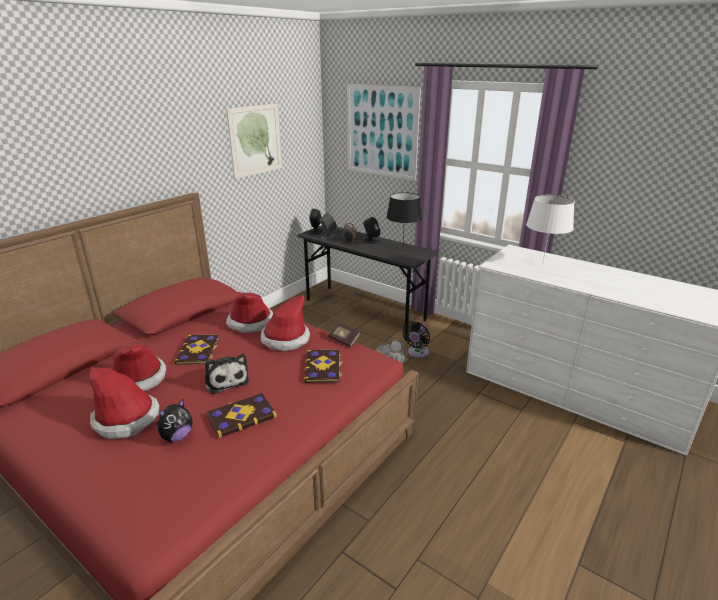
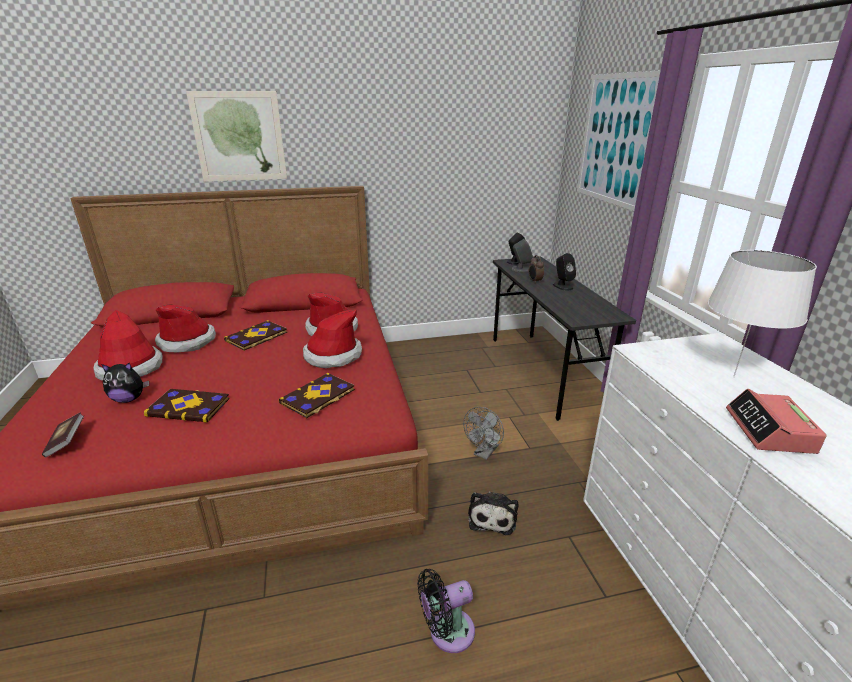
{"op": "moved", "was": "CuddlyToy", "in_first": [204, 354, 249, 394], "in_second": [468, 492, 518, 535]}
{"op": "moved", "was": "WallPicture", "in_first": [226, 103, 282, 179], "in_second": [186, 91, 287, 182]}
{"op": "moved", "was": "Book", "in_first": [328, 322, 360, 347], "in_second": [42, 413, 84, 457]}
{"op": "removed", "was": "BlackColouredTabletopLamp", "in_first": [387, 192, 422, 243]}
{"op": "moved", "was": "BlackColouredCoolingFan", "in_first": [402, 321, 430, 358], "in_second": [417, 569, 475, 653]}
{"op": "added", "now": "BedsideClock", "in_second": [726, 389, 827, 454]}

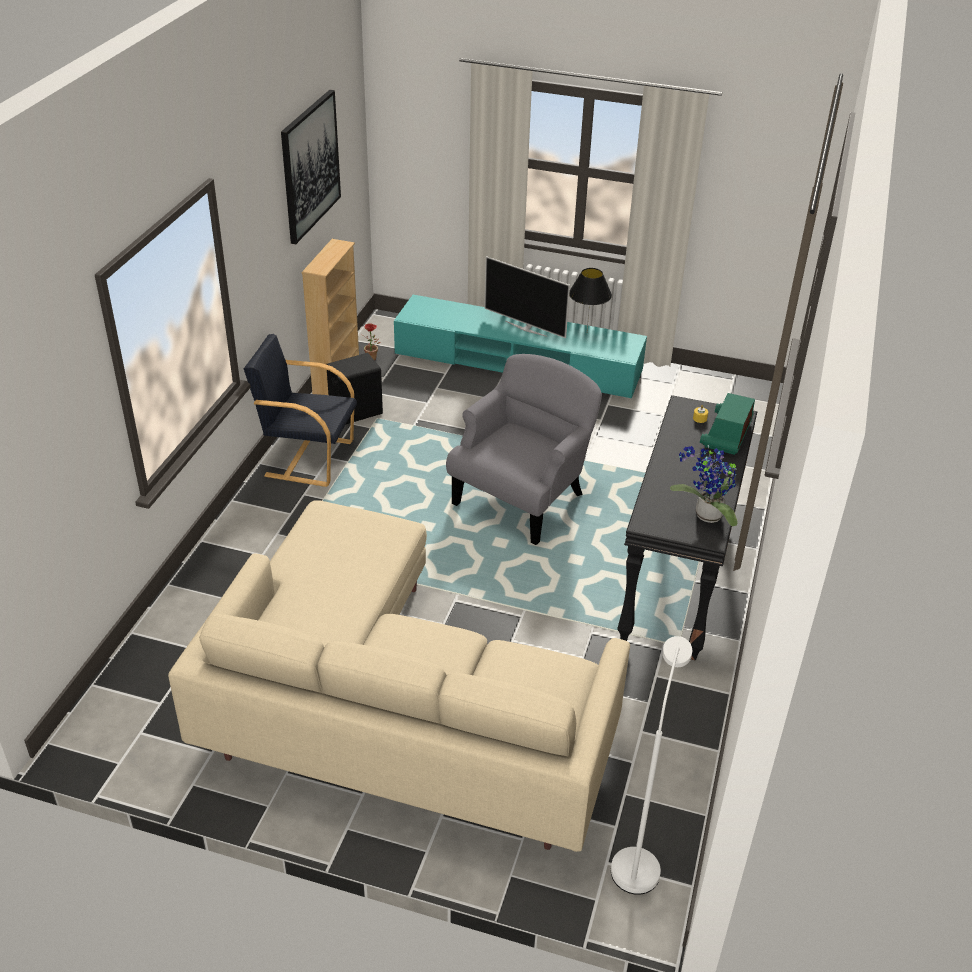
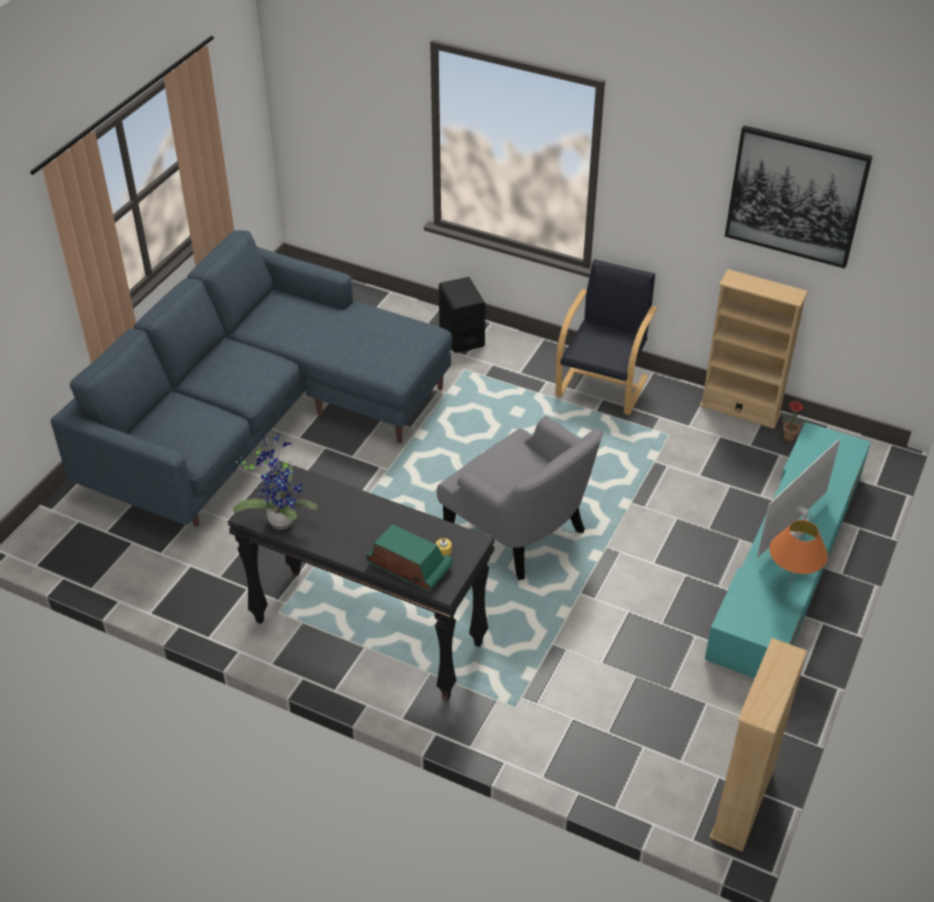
{"op": "recoloured", "was": "BeigeCouch", "now": "BluishCouch", "in_first": [168, 500, 630, 852], "in_second": [51, 230, 452, 527]}
{"op": "moved", "was": "BlackColouredSpeaker", "in_first": [326, 353, 383, 425], "in_second": [439, 277, 486, 353]}
{"op": "recoloured", "was": "BlackColouredTabletopLamp", "now": "OrangeyTabletopLamp", "in_first": [569, 268, 612, 329], "in_second": [770, 520, 828, 592]}
{"op": "removed", "was": "WhiteColouredStandardLamp", "in_first": [611, 636, 692, 895]}
{"op": "added", "now": "BeigeBookcase", "in_second": [709, 638, 807, 852]}

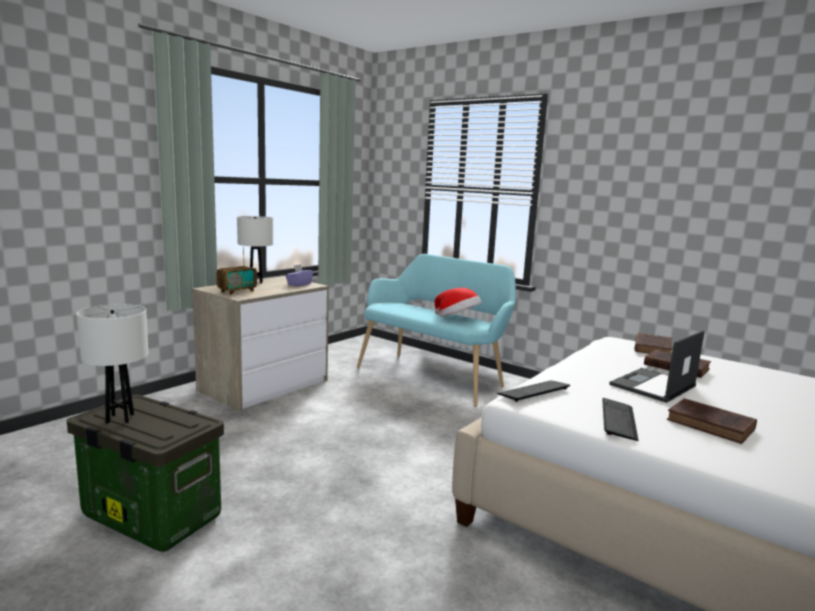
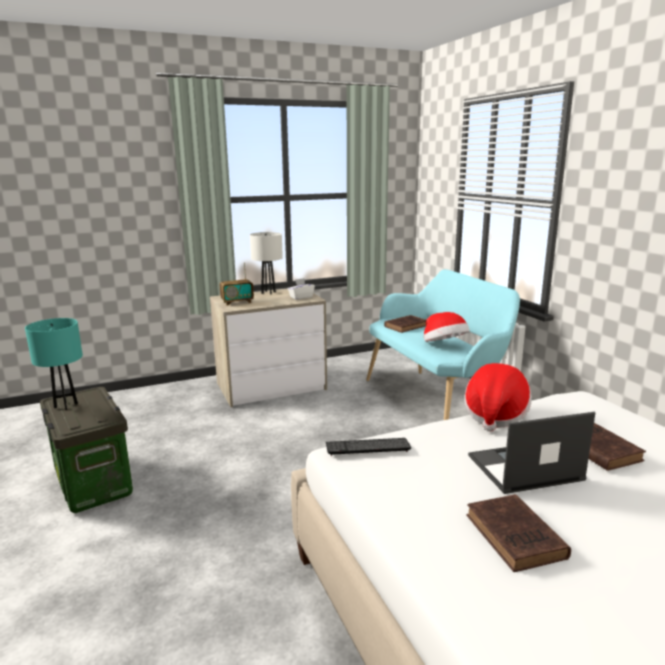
{"op": "recoloured", "was": "WhiteColouredTabletopLamp", "now": "TurquoiseTabletopLamp", "in_first": [76, 304, 148, 424], "in_second": [25, 318, 83, 410]}
{"op": "recoloured", "was": "PurpleBoxOfTissues", "now": "WhiteColouredBoxOfTissues", "in_first": [285, 264, 313, 286], "in_second": [288, 278, 315, 300]}
{"op": "removed", "was": "ComputerKeyboard", "in_first": [602, 398, 639, 441]}
{"op": "moved", "was": "BrownishBook", "in_first": [635, 333, 673, 354], "in_second": [384, 315, 426, 333]}
{"op": "added", "now": "ClothingHat", "in_second": [464, 363, 532, 432]}

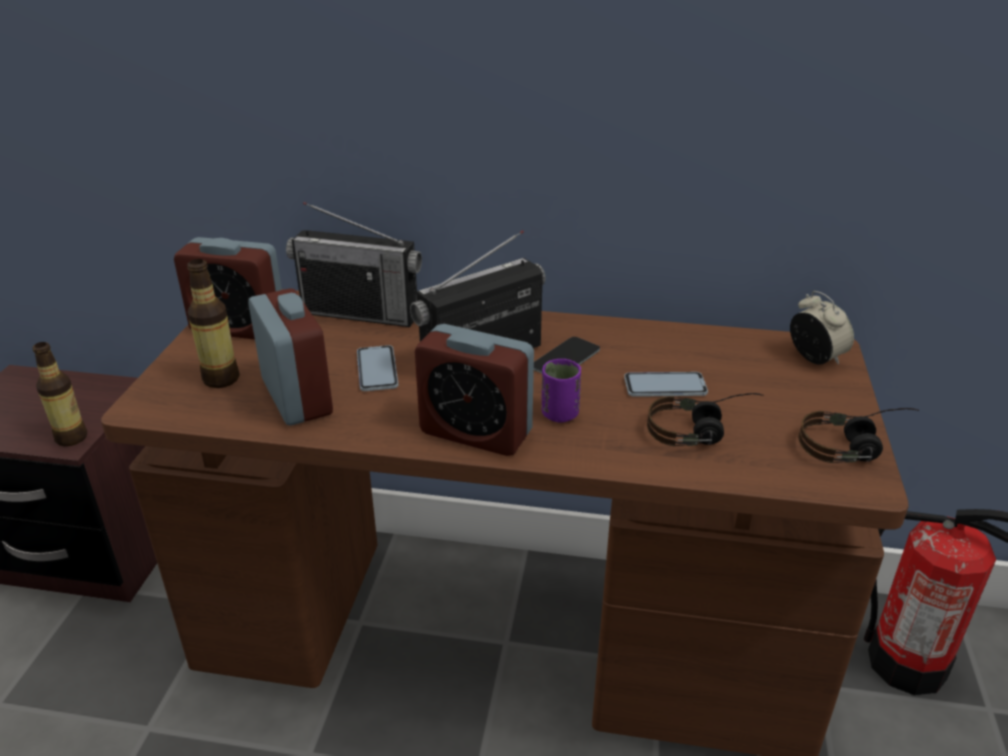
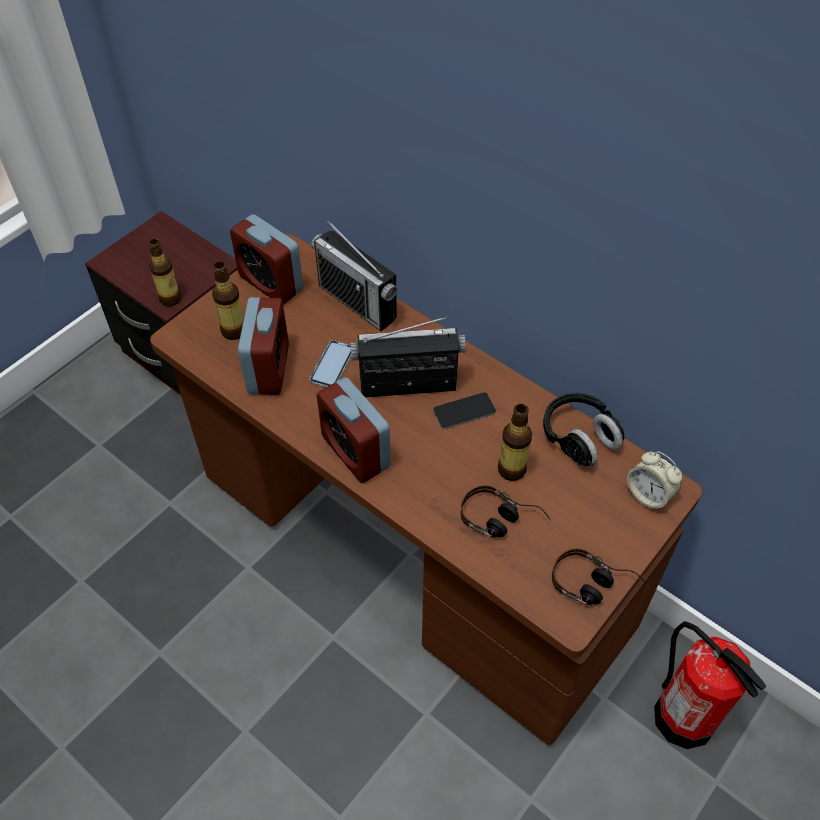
{"op": "removed", "was": "PurpleCup", "in_first": [542, 359, 581, 423]}
{"op": "replaced", "was": "Telephone", "now": "DrinkBottle", "in_first": [624, 372, 708, 397], "in_second": [498, 404, 532, 481]}
{"op": "turned", "was": "BedsideClock", "in_first": [790, 291, 854, 365], "in_second": [627, 451, 682, 511], "clockwise": 135}
{"op": "added", "now": "BlackColouredHeadset", "in_second": [543, 393, 625, 466]}

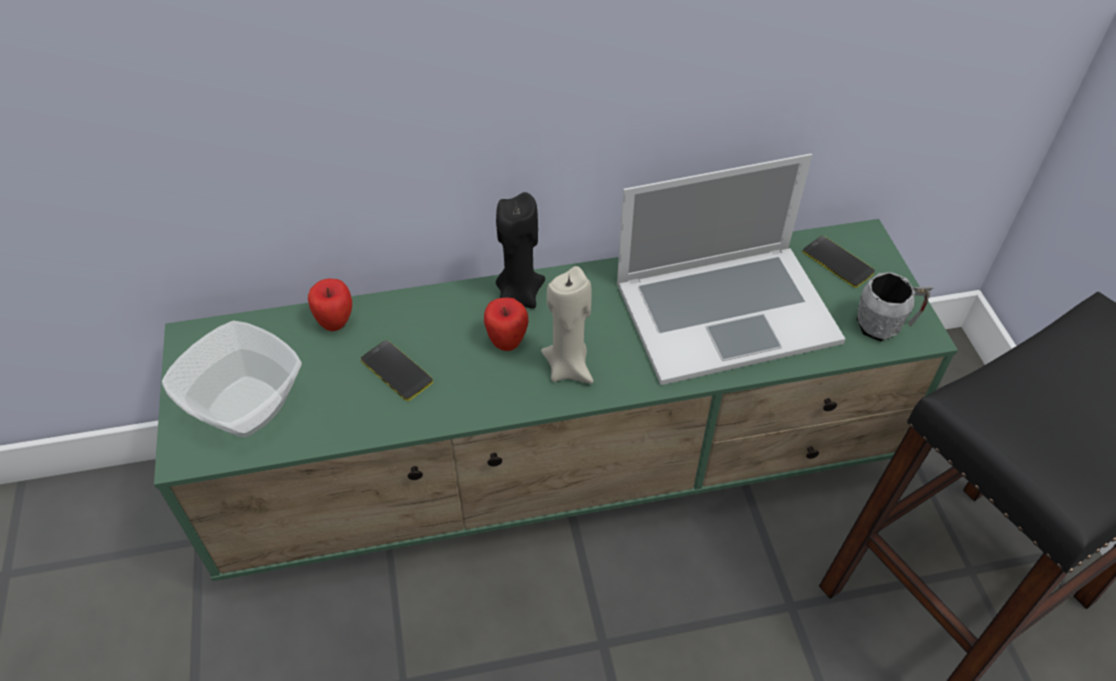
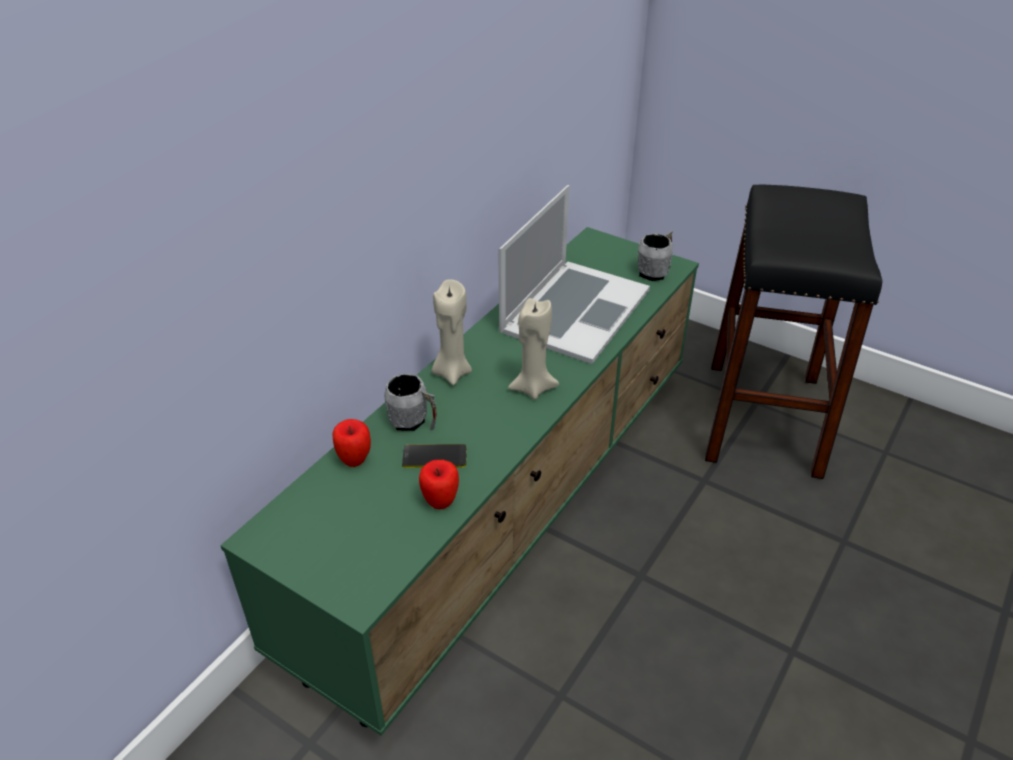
{"op": "removed", "was": "DeepDish", "in_first": [162, 321, 302, 437]}
{"op": "moved", "was": "WholeApple", "in_first": [484, 297, 528, 351], "in_second": [419, 460, 459, 509]}
{"op": "recoloured", "was": "BlackColouredCandle", "now": "BeigeCandle", "in_first": [496, 192, 545, 309], "in_second": [432, 279, 472, 385]}
{"op": "removed", "was": "Telephone", "in_first": [803, 236, 875, 288]}
{"op": "added", "now": "GreyTeaMug", "in_second": [384, 373, 436, 431]}

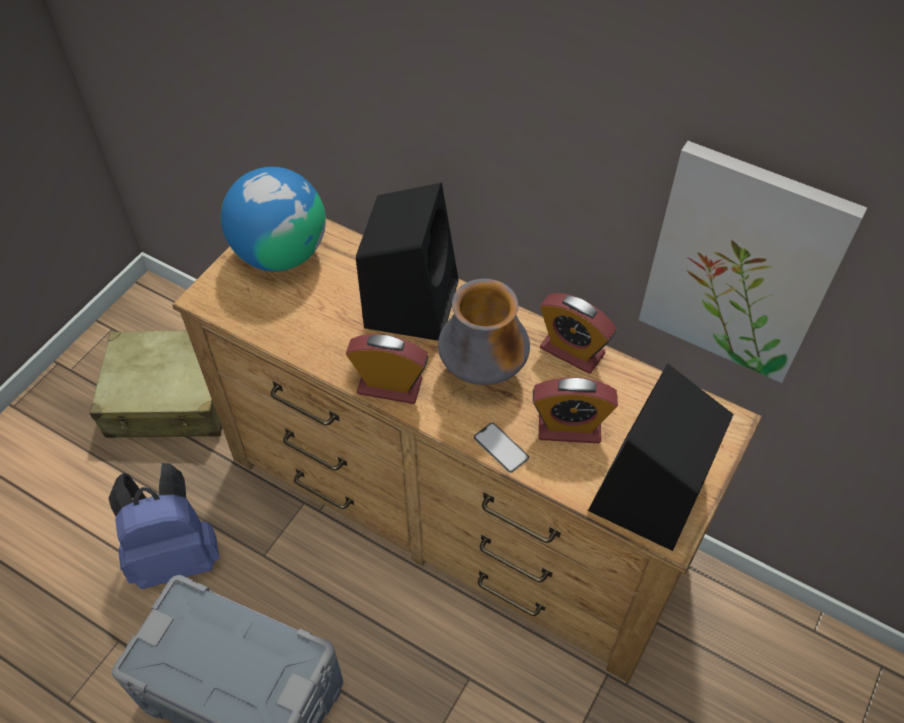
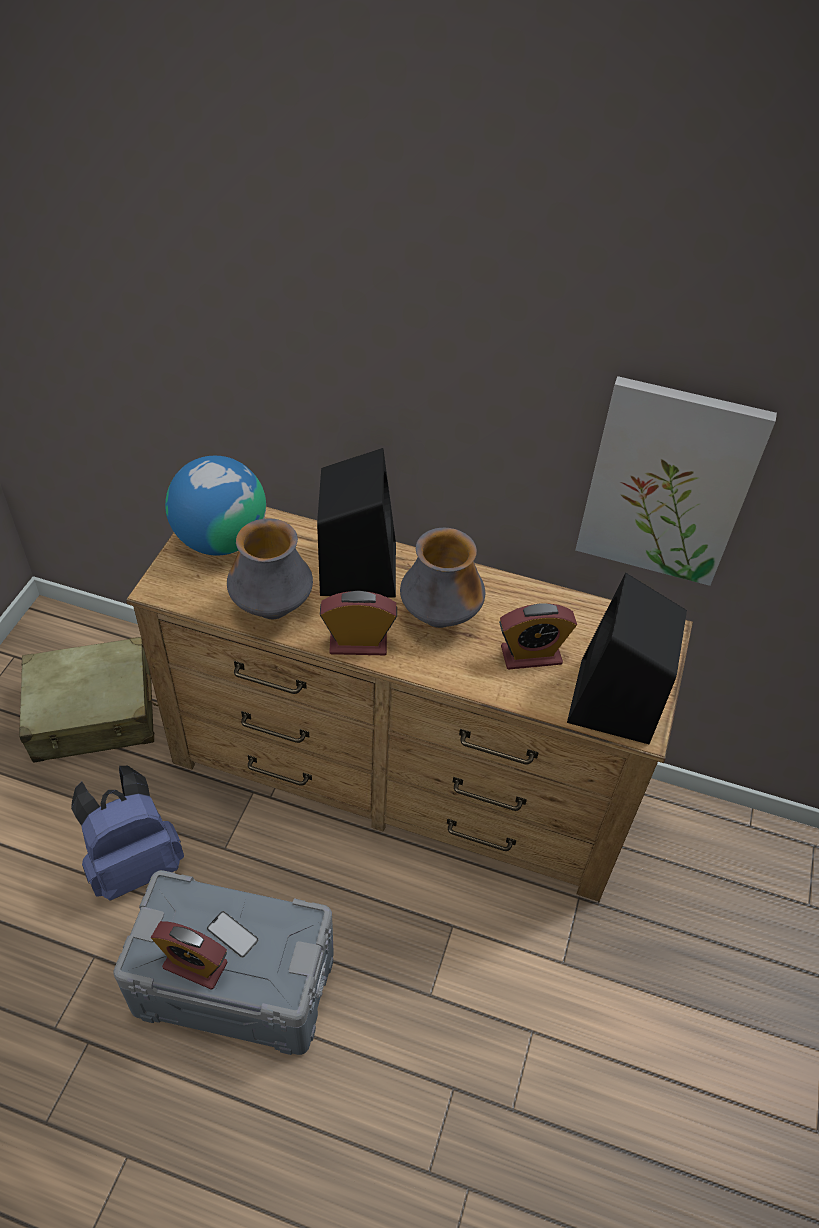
{"op": "moved", "was": "Telephone", "in_first": [474, 422, 529, 473], "in_second": [207, 911, 258, 958]}
{"op": "moved", "was": "BedsideClock", "in_first": [540, 293, 617, 374], "in_second": [151, 921, 228, 990]}
{"op": "added", "now": "FlowerVase", "in_second": [227, 518, 313, 619]}

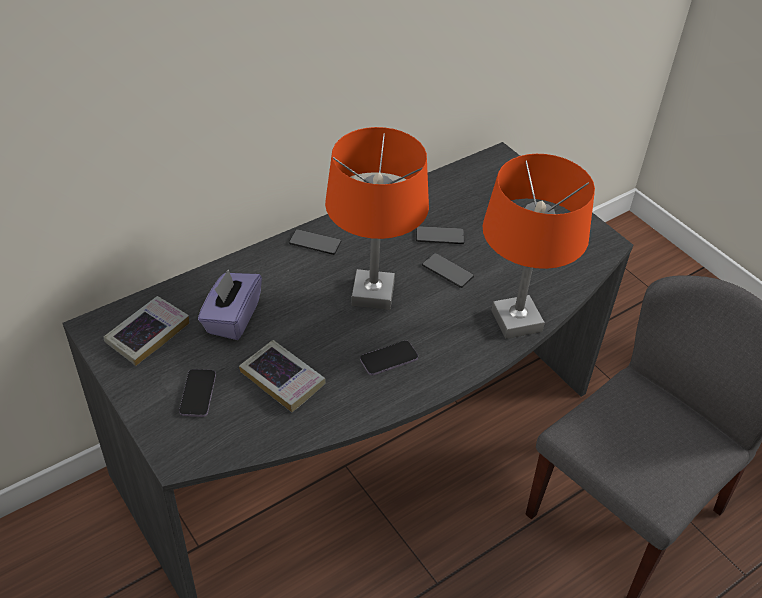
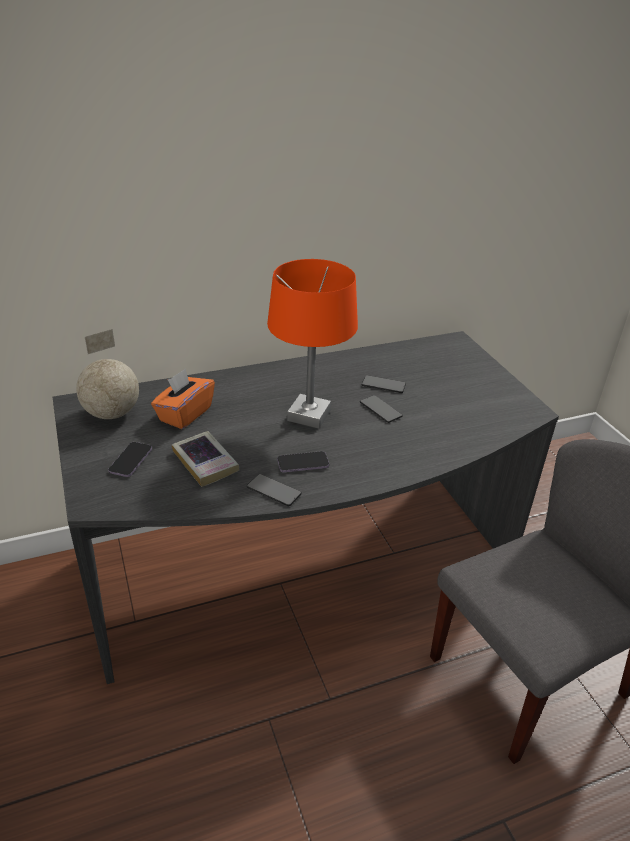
{"op": "replaced", "was": "Book", "now": "DeskGlobe", "in_first": [103, 296, 189, 366], "in_second": [76, 329, 139, 419]}
{"op": "recoloured", "was": "PurpleBoxOfTissues", "now": "OrangeyBoxOfTissues", "in_first": [198, 270, 262, 340], "in_second": [151, 368, 215, 429]}
{"op": "moved", "was": "Telephone", "in_first": [289, 229, 341, 255], "in_second": [247, 474, 302, 507]}
{"op": "removed", "was": "OrangeyTabletopLamp", "in_first": [483, 154, 595, 339]}

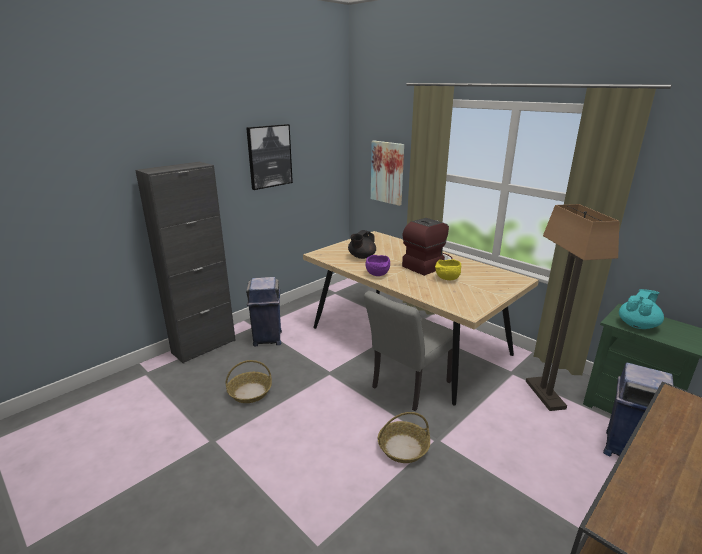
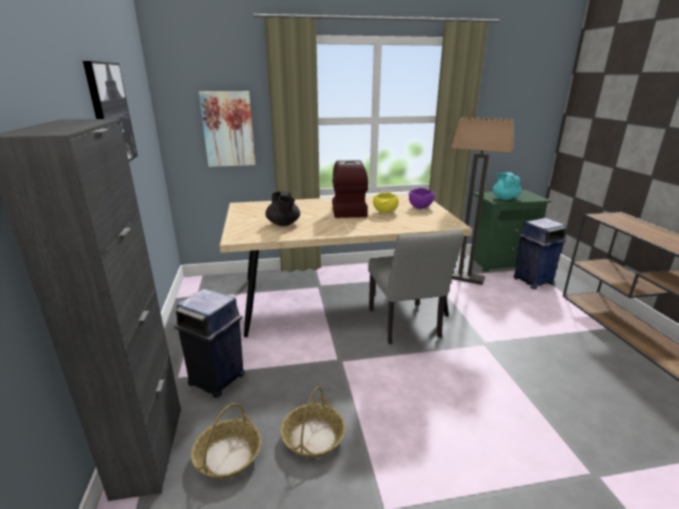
{"op": "moved", "was": "PurpleDeepDish", "in_first": [365, 255, 390, 276], "in_second": [408, 188, 435, 209]}
{"op": "moved", "was": "StorageBasket", "in_first": [378, 412, 430, 463], "in_second": [191, 403, 261, 479]}

